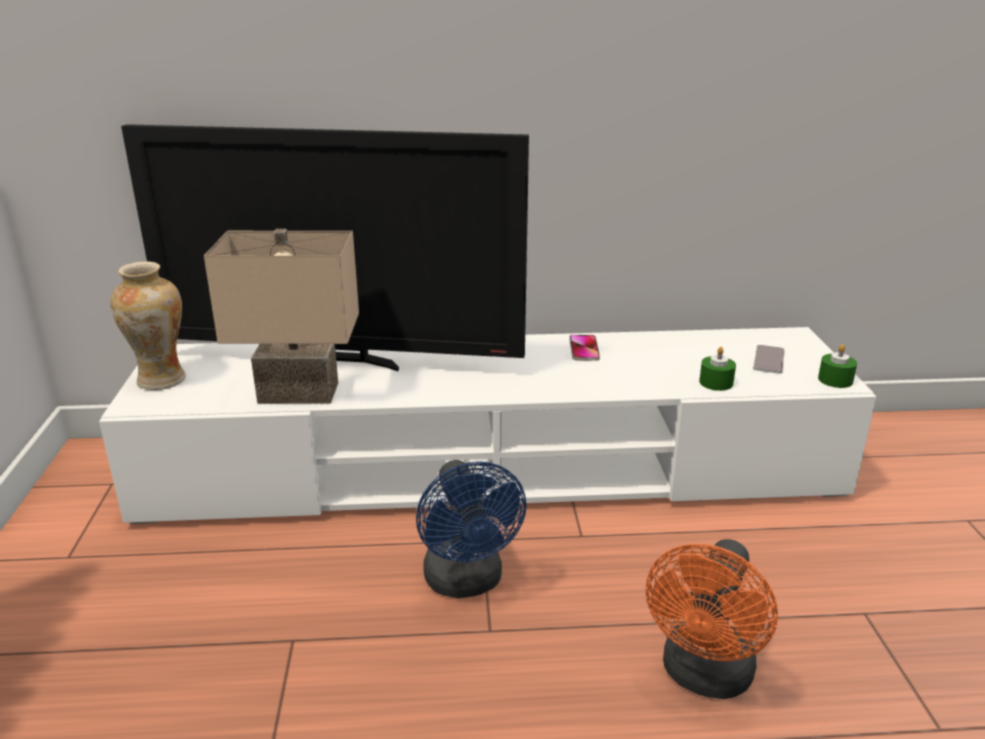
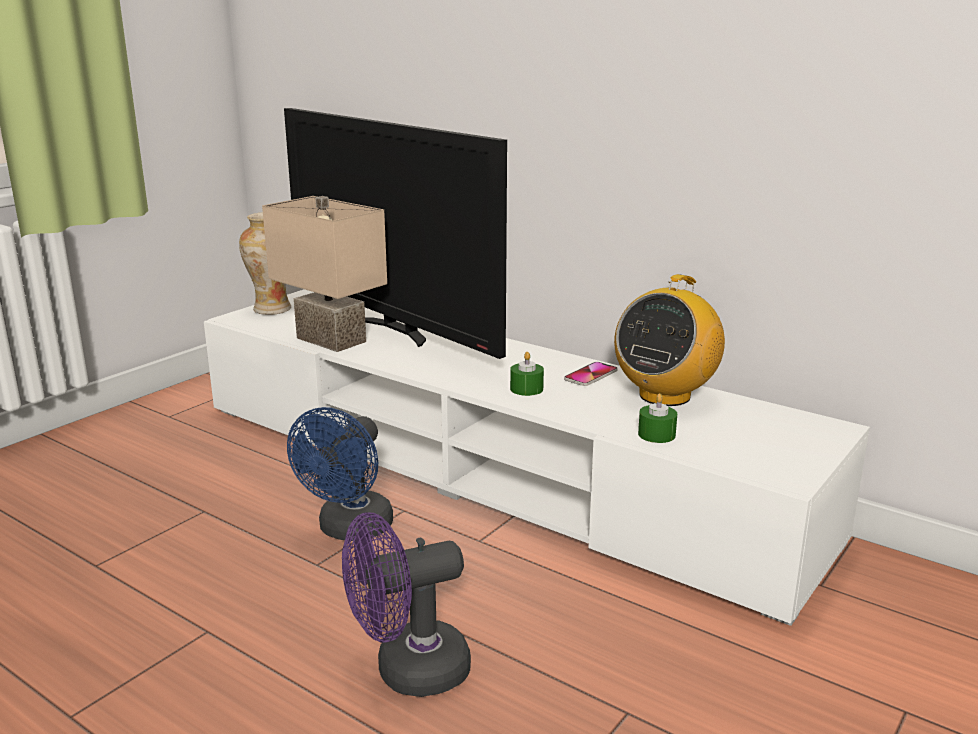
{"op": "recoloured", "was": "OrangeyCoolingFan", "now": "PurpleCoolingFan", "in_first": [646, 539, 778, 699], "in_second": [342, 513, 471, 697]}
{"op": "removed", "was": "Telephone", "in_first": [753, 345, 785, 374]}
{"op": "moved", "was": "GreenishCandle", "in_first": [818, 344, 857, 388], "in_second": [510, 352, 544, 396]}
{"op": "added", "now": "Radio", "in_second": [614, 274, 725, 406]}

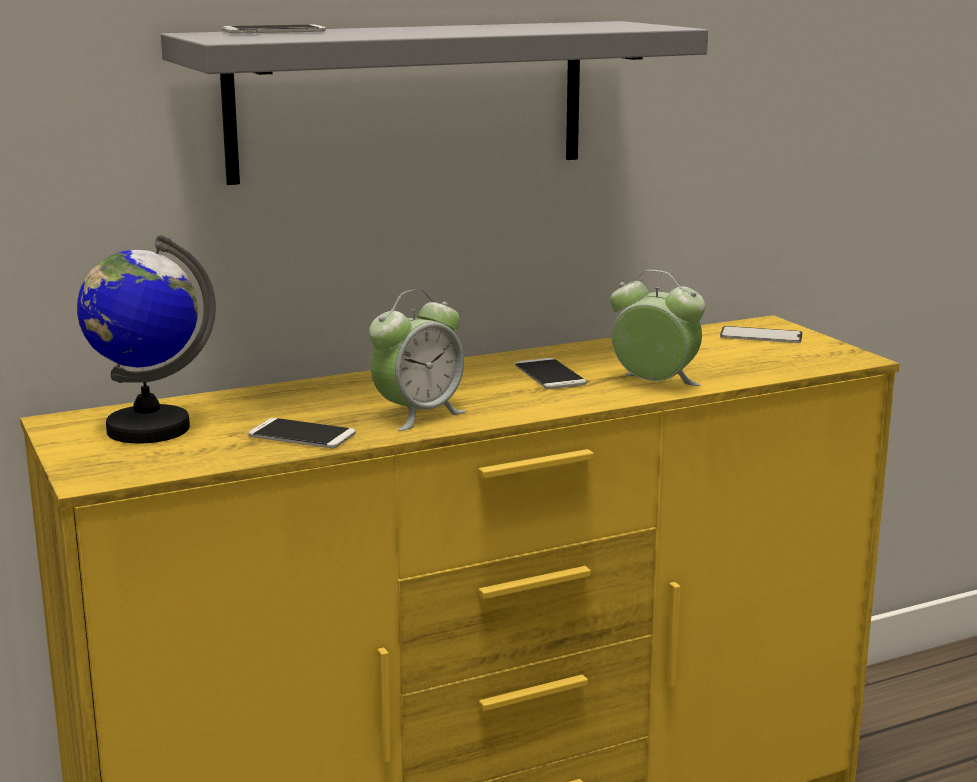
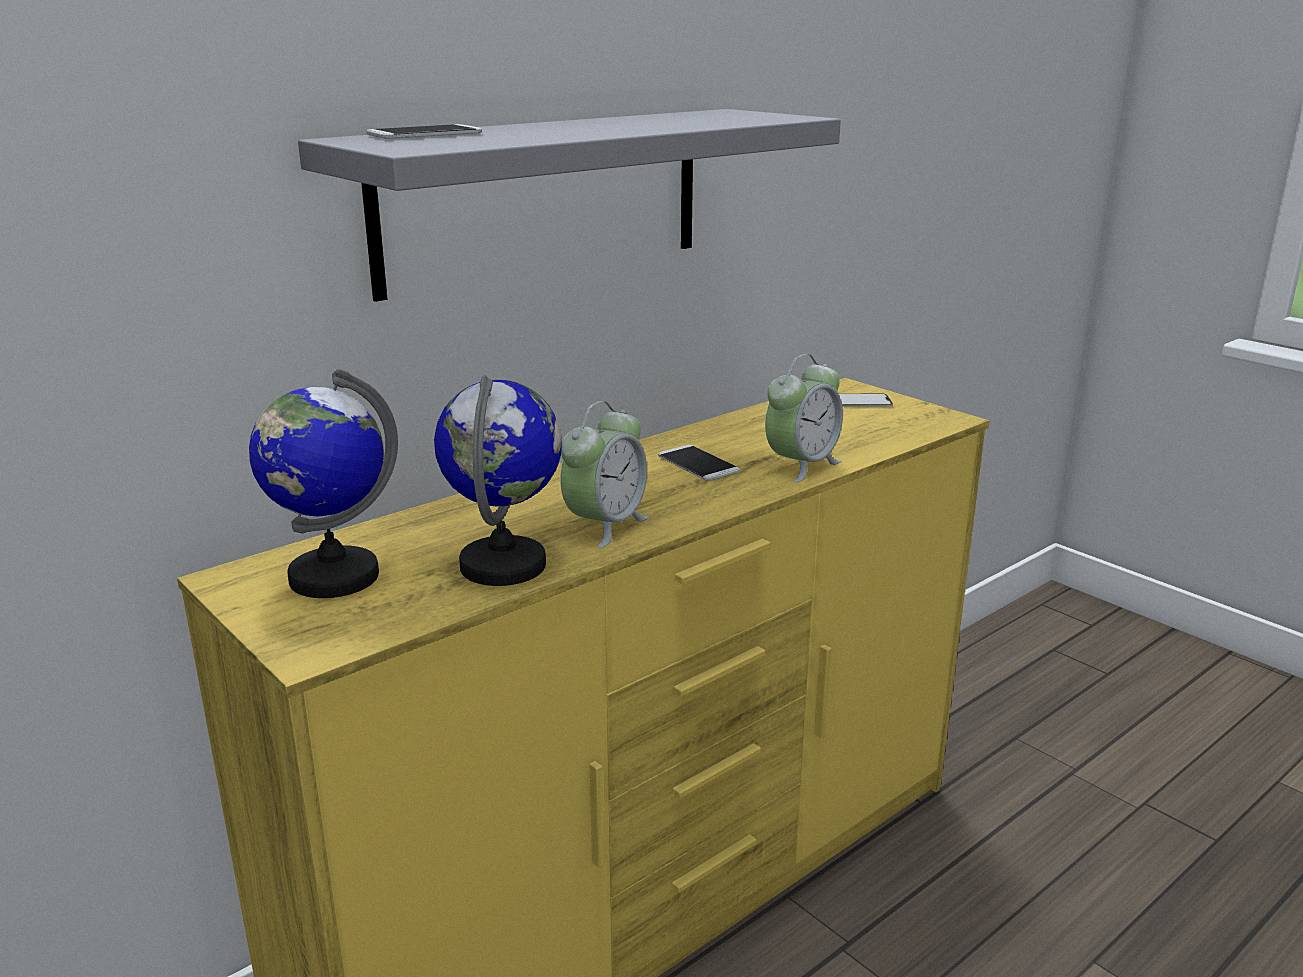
{"op": "replaced", "was": "Telephone", "now": "DeskGlobe", "in_first": [248, 418, 356, 448], "in_second": [434, 375, 562, 586]}
{"op": "turned", "was": "BedsideClock", "in_first": [610, 270, 705, 386], "in_second": [765, 354, 843, 482], "clockwise": 120}

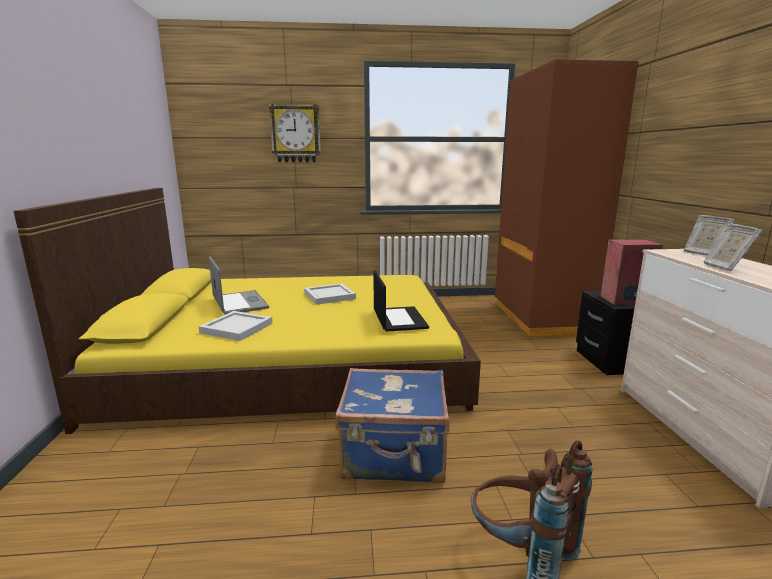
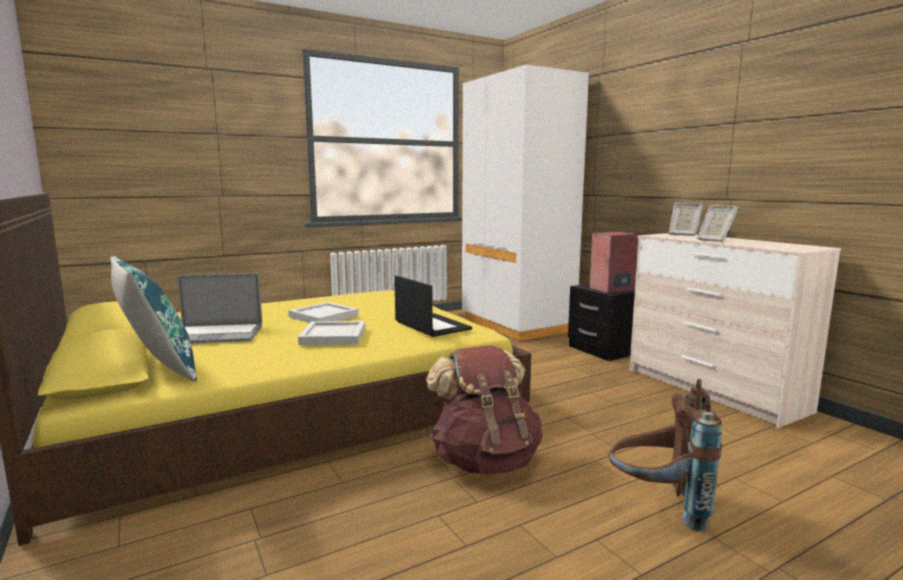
{"op": "moved", "was": "WhiteColouredTray", "in_first": [199, 311, 273, 341], "in_second": [298, 321, 365, 345]}
{"op": "turned", "was": "Laptop", "in_first": [209, 257, 269, 314], "in_second": [177, 273, 262, 343], "clockwise": 135}
{"op": "removed", "was": "HangingClock", "in_first": [269, 104, 321, 162]}
{"op": "replaced", "was": "BluishTravelCase", "now": "BrownishKnapsack", "in_first": [335, 368, 449, 483], "in_second": [426, 345, 543, 475]}
{"op": "recoloured", "was": "BrownishArmoire", "now": "WhiteColouredArmoire", "in_first": [495, 59, 639, 337], "in_second": [462, 65, 589, 341]}
{"op": "added", "now": "BluishCushion", "in_second": [111, 256, 197, 382]}

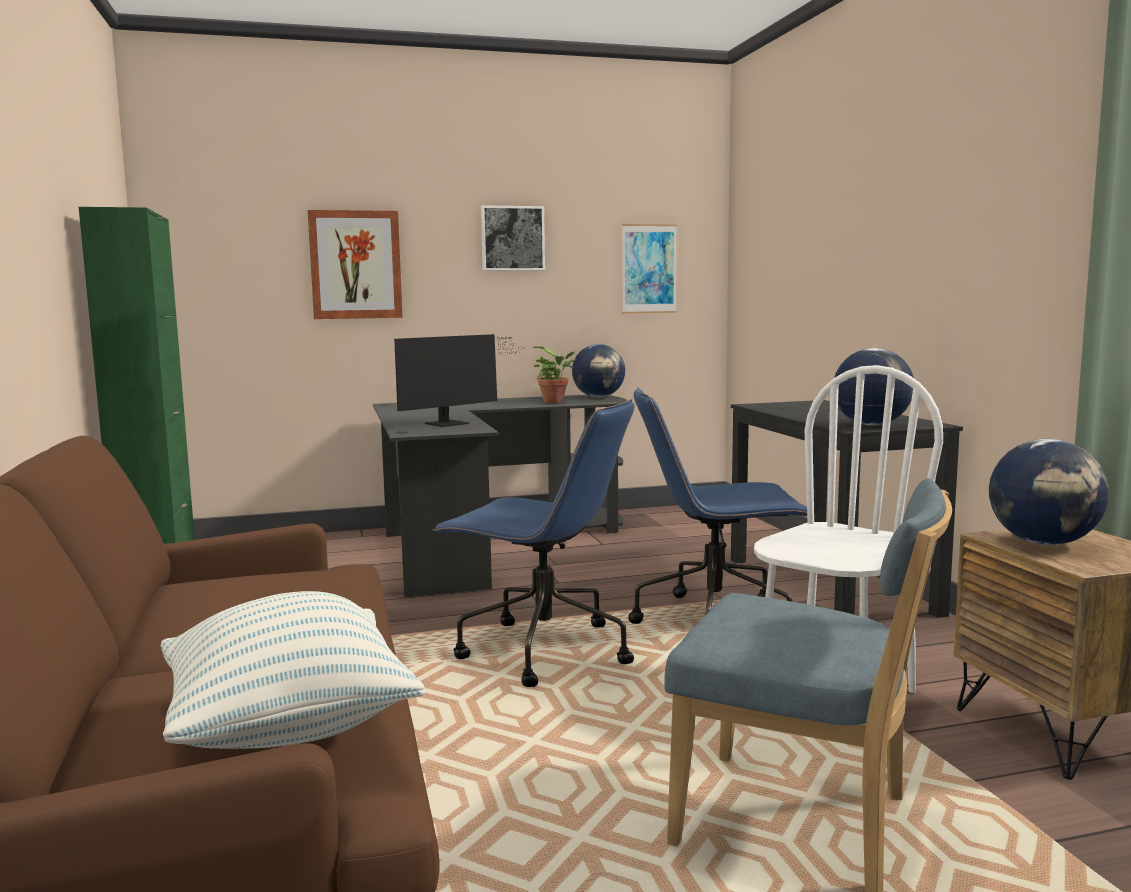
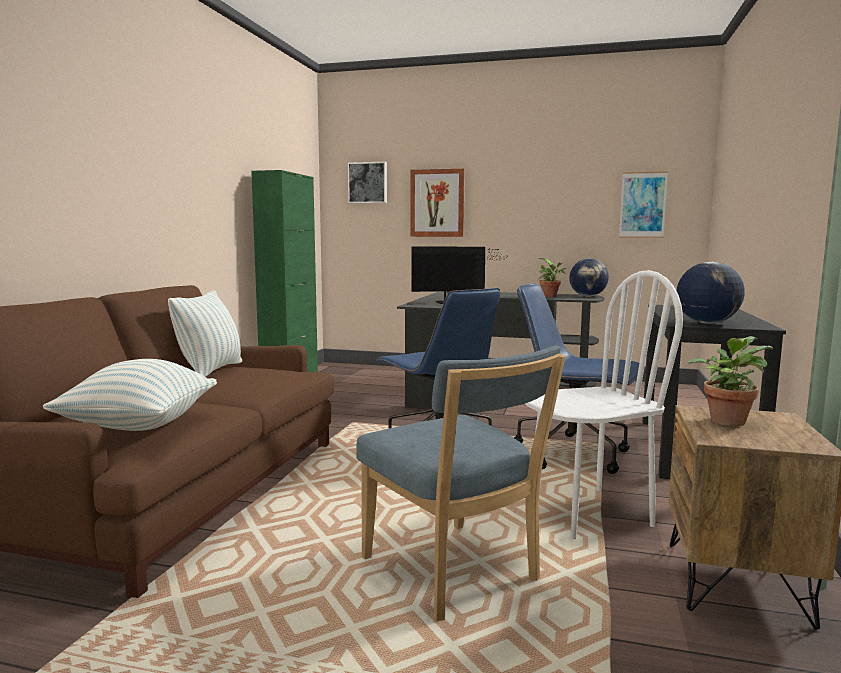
{"op": "moved", "was": "WallPicture", "in_first": [481, 205, 545, 271], "in_second": [348, 162, 387, 203]}
{"op": "replaced", "was": "DeskGlobe", "now": "Houseplant", "in_first": [989, 439, 1109, 545], "in_second": [688, 336, 773, 426]}
{"op": "added", "now": "Cushion", "in_second": [168, 290, 242, 377]}

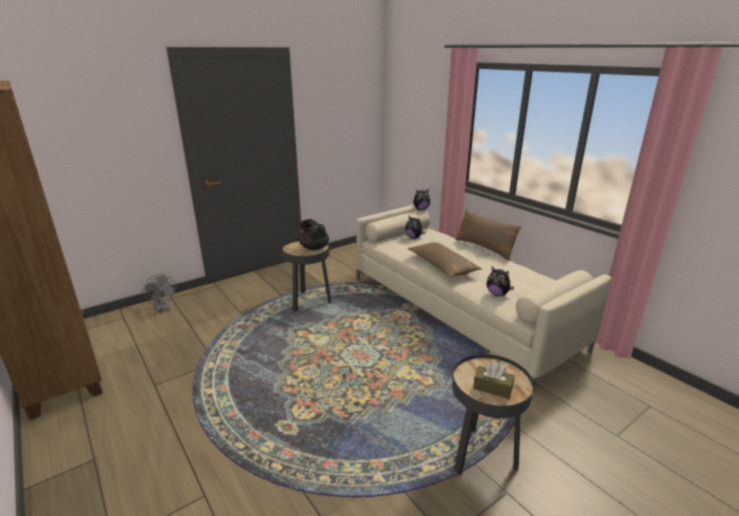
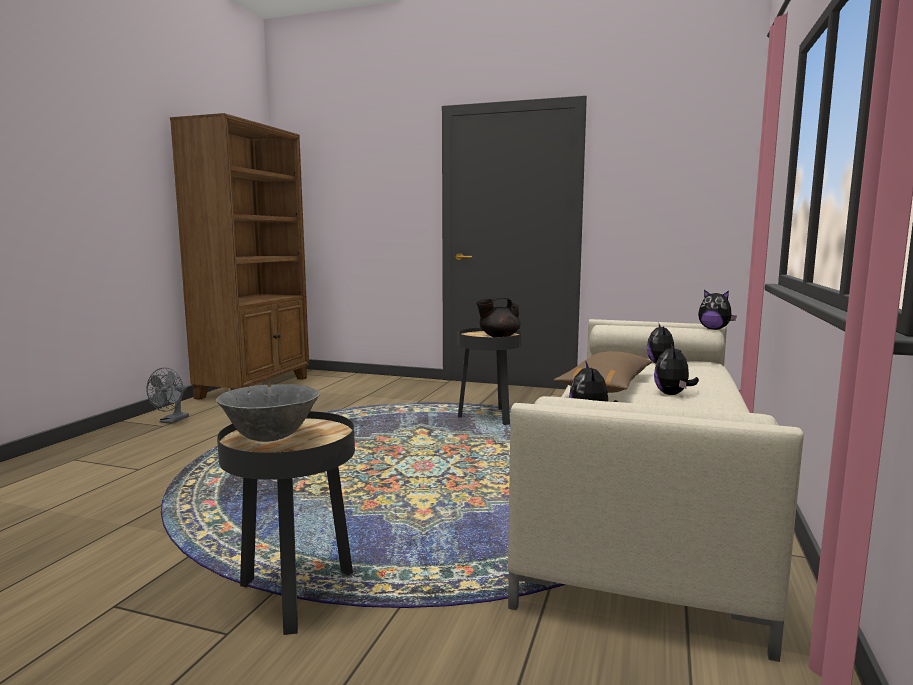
{"op": "moved", "was": "GreyCoolingFan", "in_first": [142, 274, 176, 313], "in_second": [146, 367, 189, 424]}
{"op": "turned", "was": "BlackColouredPotForTea", "in_first": [299, 219, 329, 250], "in_second": [476, 297, 521, 337], "clockwise": -120}
{"op": "removed", "was": "BrownishCushion", "in_first": [455, 209, 522, 261]}
{"op": "replaced", "was": "BrownishBoxOfTissues", "now": "GreyDeepDish", "in_first": [473, 362, 515, 399], "in_second": [216, 384, 320, 442]}
{"op": "added", "now": "CuddlyToy", "in_second": [654, 343, 699, 395]}

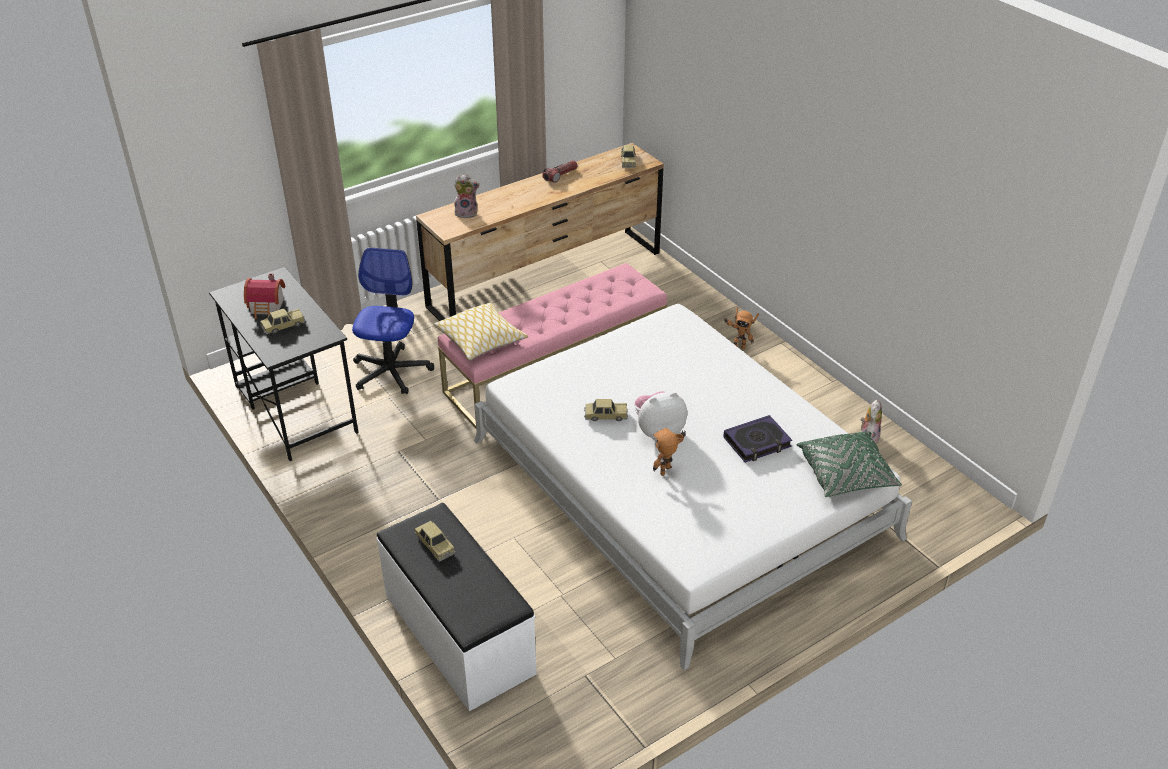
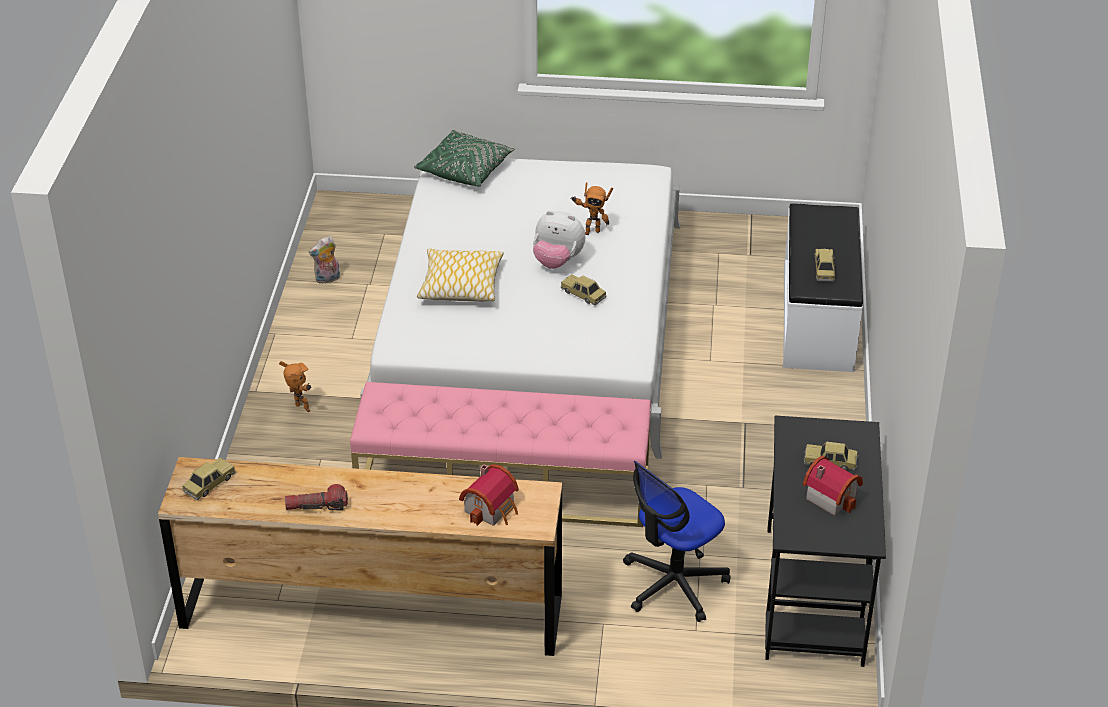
{"op": "moved", "was": "Cushion", "in_first": [433, 303, 528, 361], "in_second": [417, 249, 504, 302]}
{"op": "replaced", "was": "CuddlyToy", "now": "MiniatureHouse", "in_first": [454, 174, 480, 218], "in_second": [459, 464, 519, 526]}
{"op": "removed", "was": "Book", "in_first": [723, 415, 792, 463]}

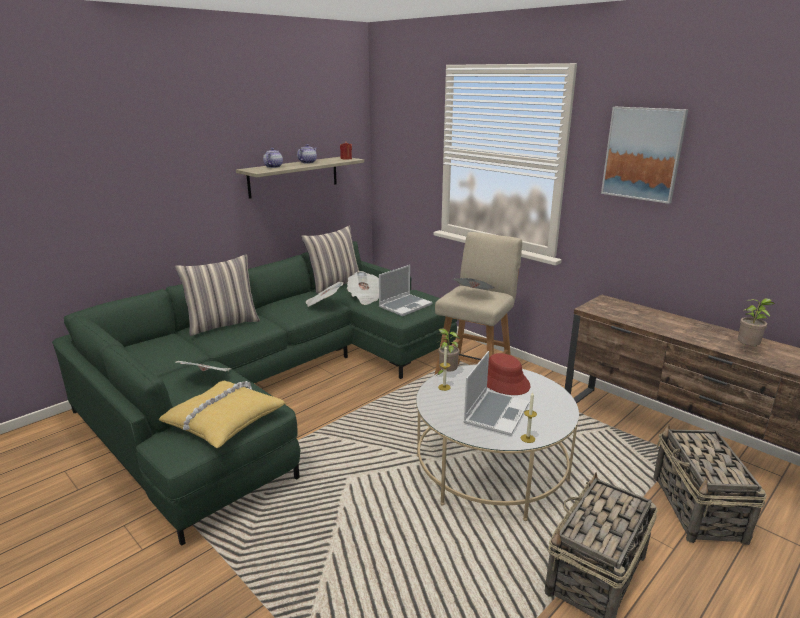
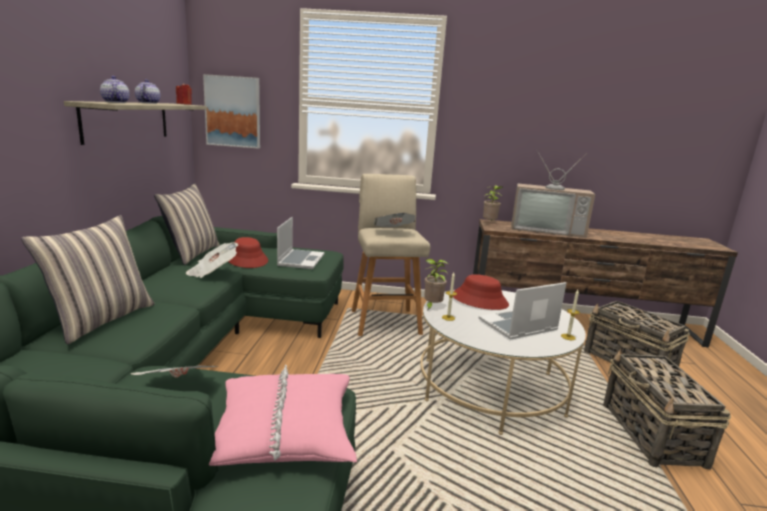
{"op": "recoloured", "was": "YellowCushion", "now": "PinkishCushion", "in_first": [159, 381, 285, 448], "in_second": [209, 365, 357, 466]}
{"op": "replaced", "was": "PrintedPaper", "now": "ReddishClothingHat", "in_first": [347, 271, 379, 305], "in_second": [228, 237, 268, 268]}
{"op": "turned", "was": "Laptop", "in_first": [463, 351, 530, 436], "in_second": [479, 282, 566, 340], "clockwise": -105}
{"op": "moved", "was": "WallPicture", "in_first": [601, 107, 688, 204], "in_second": [203, 74, 260, 149]}
{"op": "moved", "was": "Houseplant", "in_first": [738, 298, 775, 346], "in_second": [483, 185, 503, 221]}
{"op": "added", "now": "Television", "in_second": [511, 151, 595, 238]}

